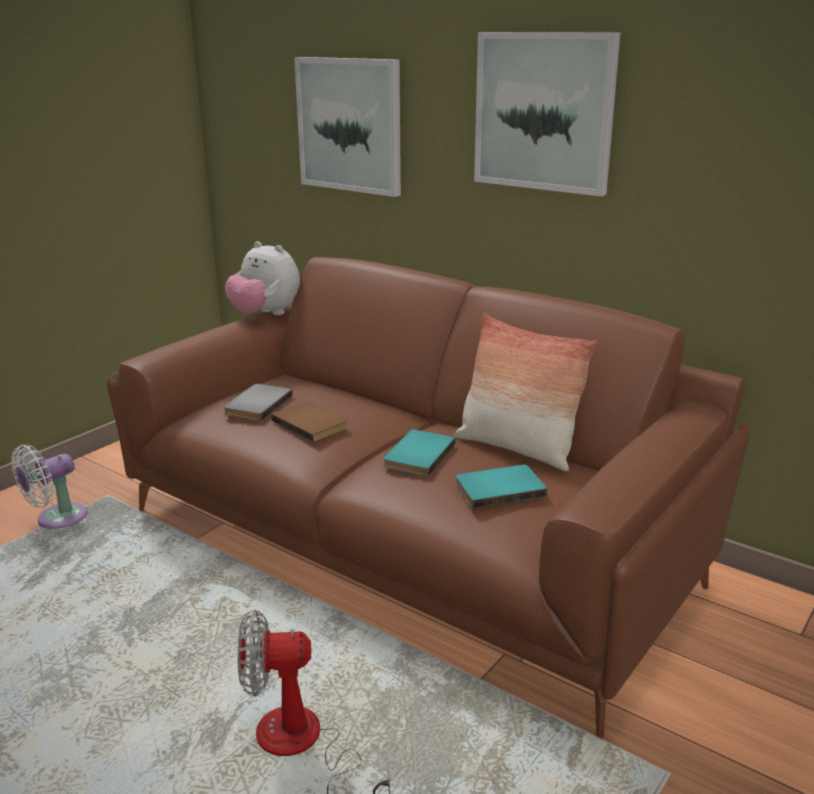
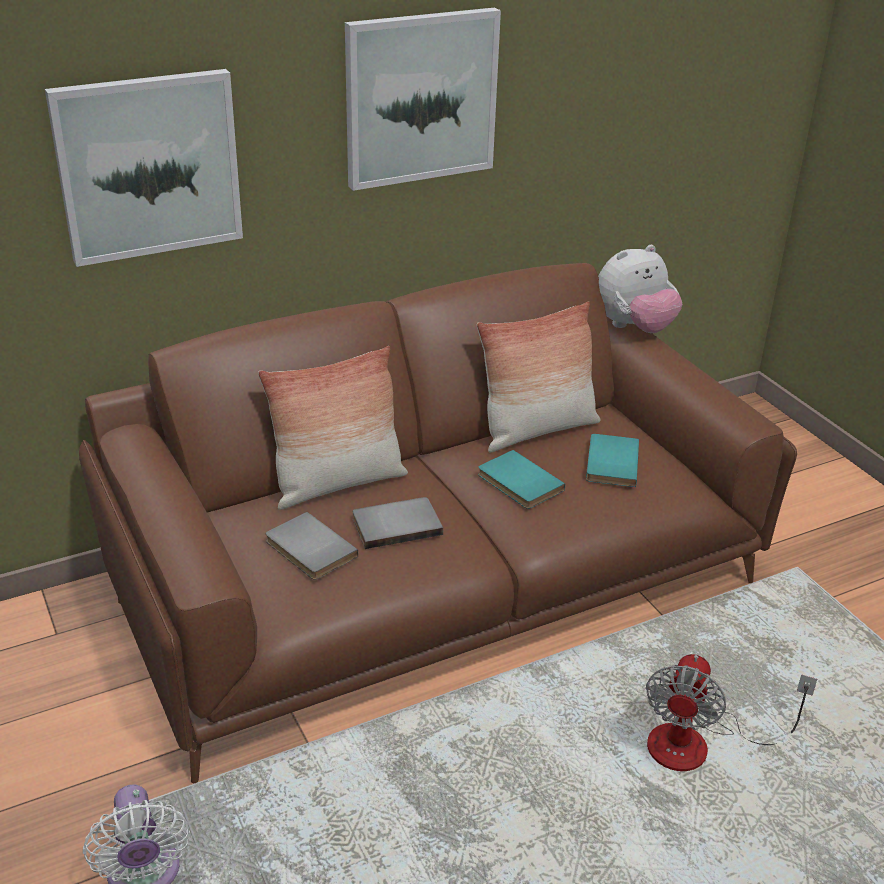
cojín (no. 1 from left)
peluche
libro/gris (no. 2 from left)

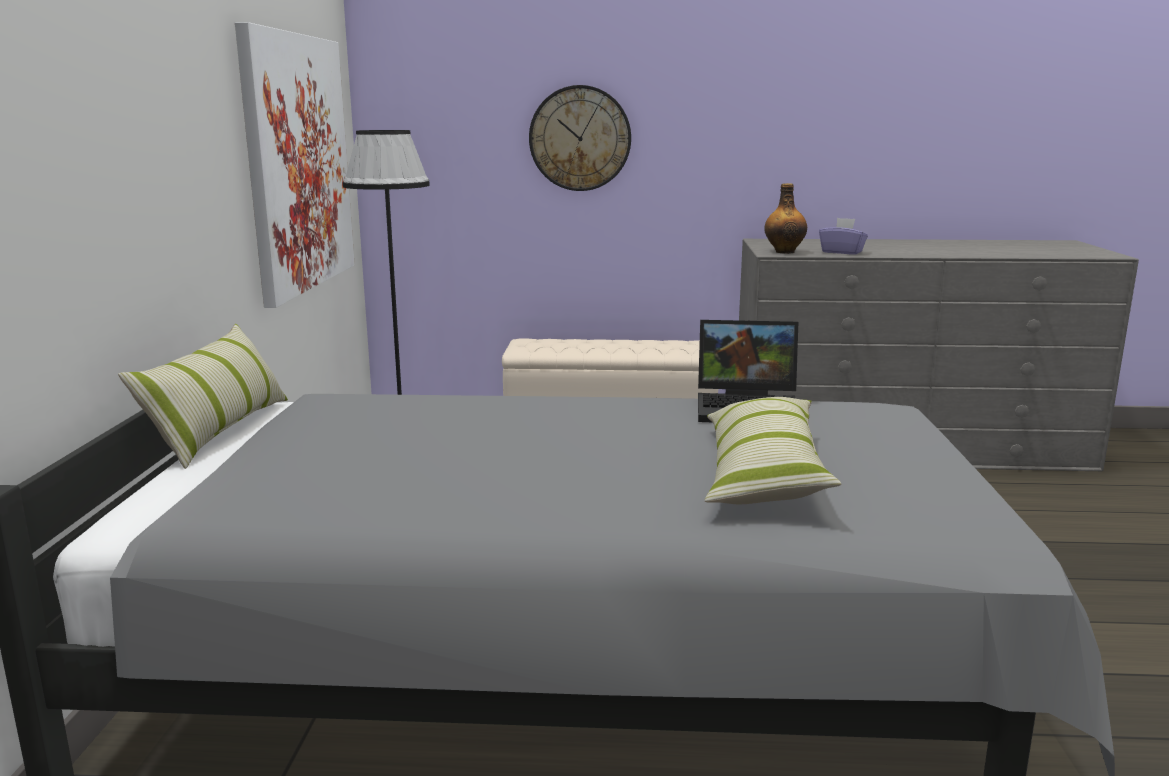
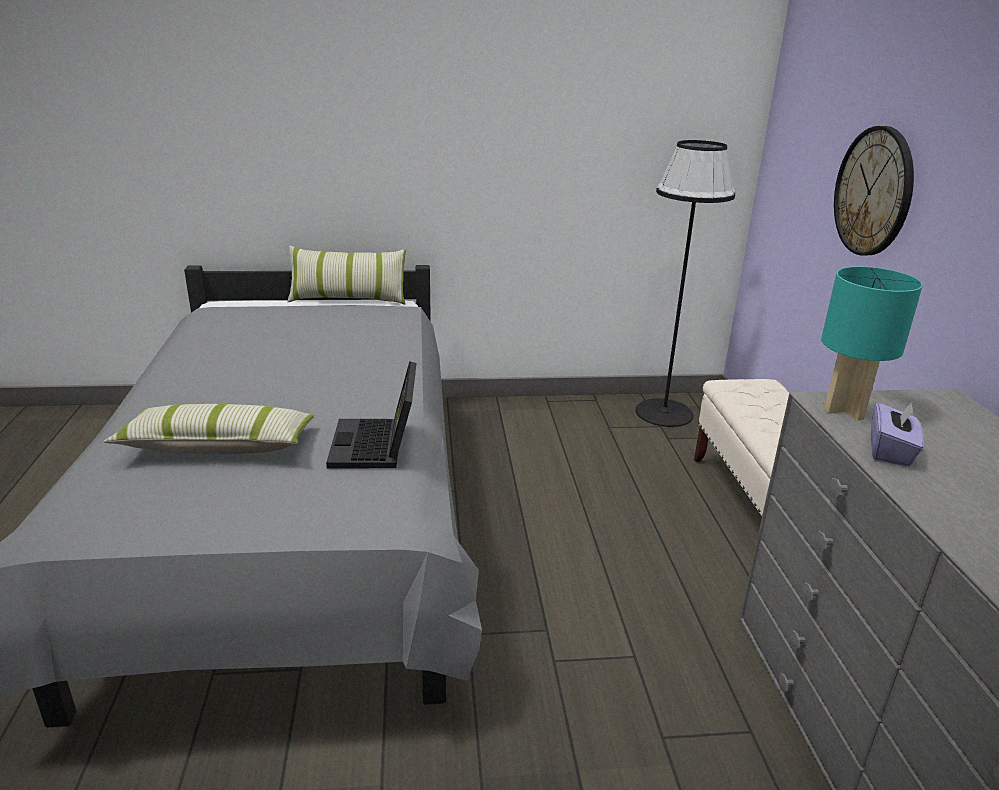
cuadro
lámpara de mesa/turquesa

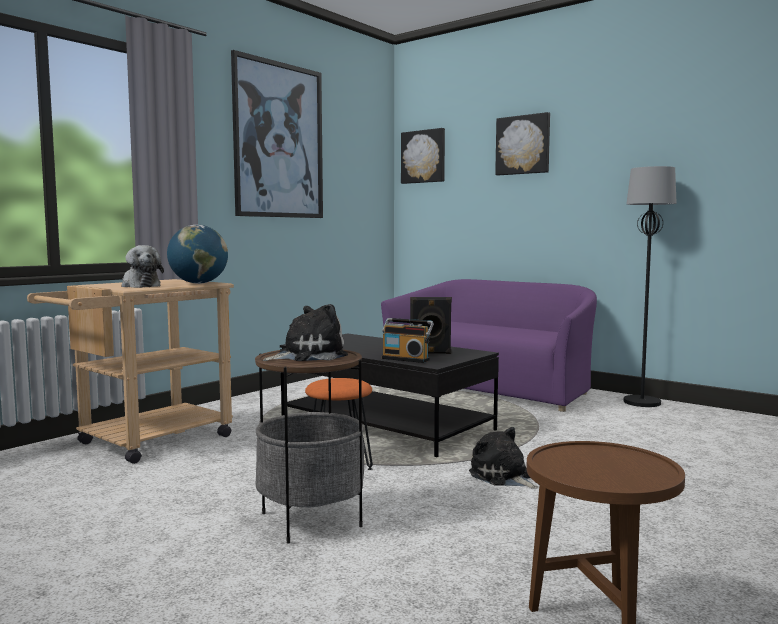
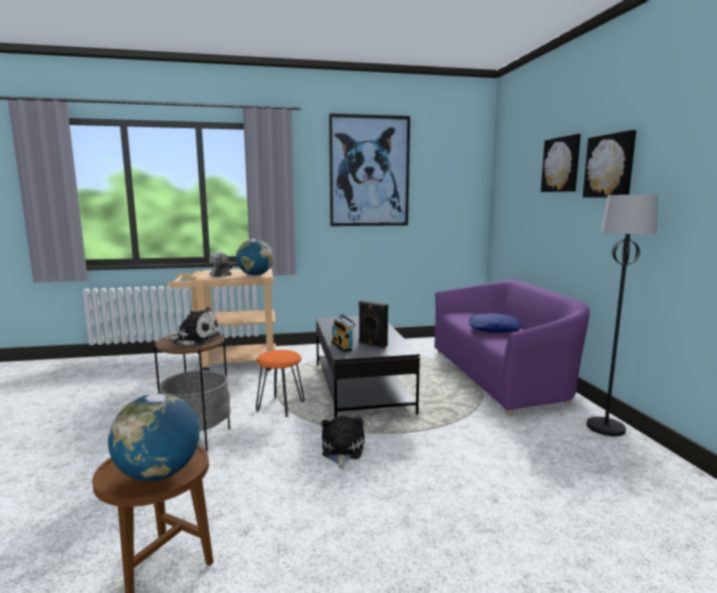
globo terráqueo (no. 1 from left)
cojín/azul
cuadro (no. 3 from left)

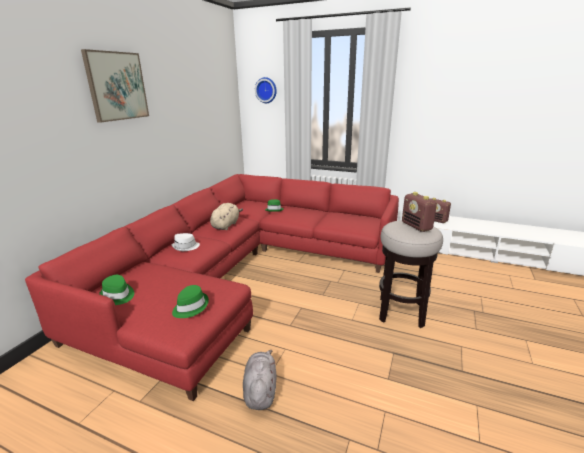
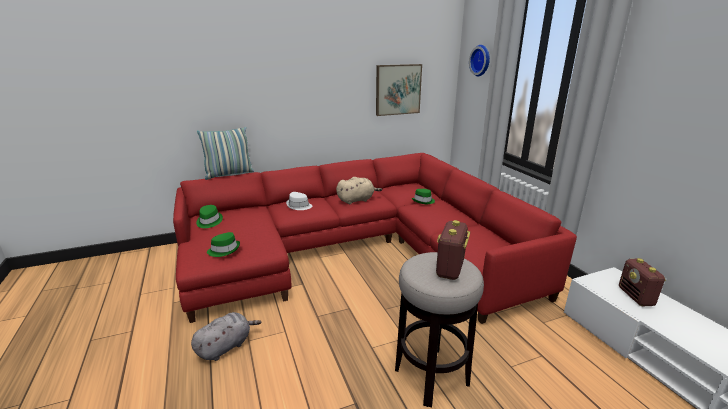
cojín
cuadro

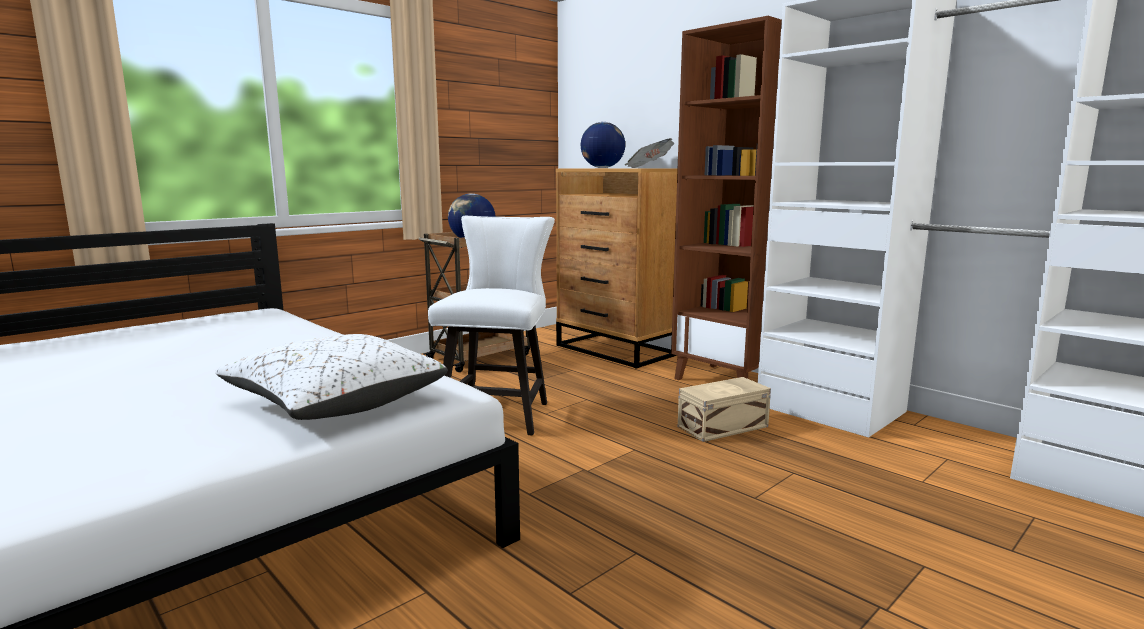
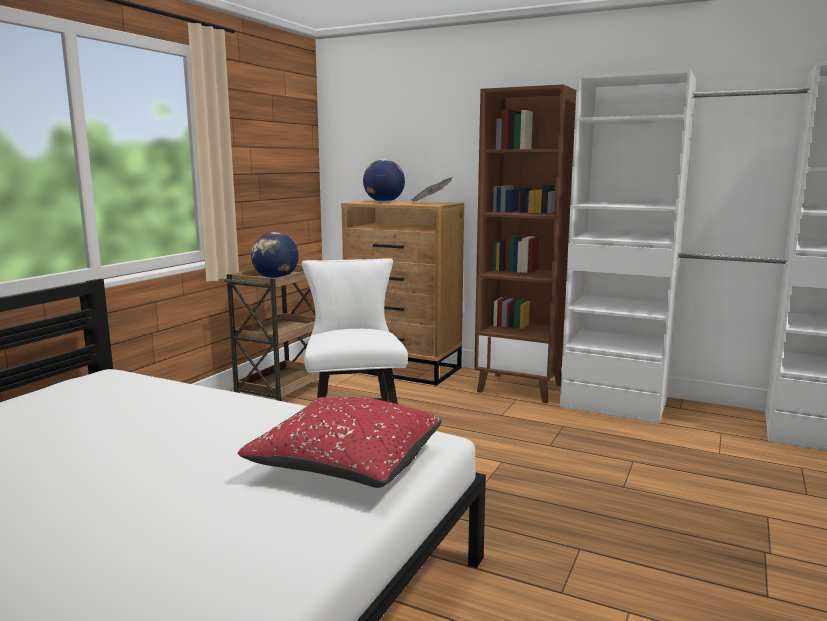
caja de almacenaje/beis
cojín/rojo

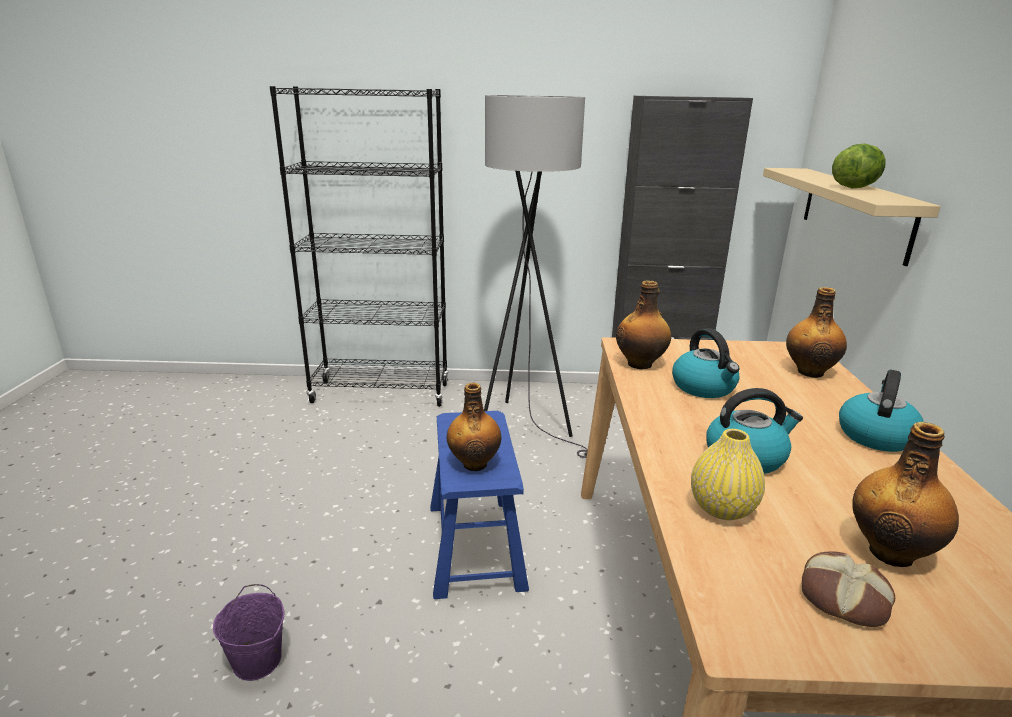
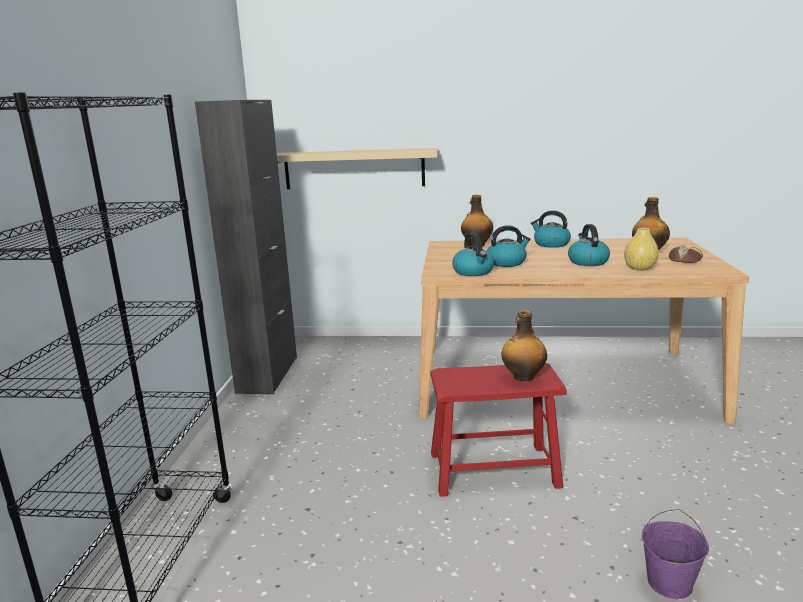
lámpara de pie/gris
lechuga
hervidor (no. 1 from left)
taburete/rojo

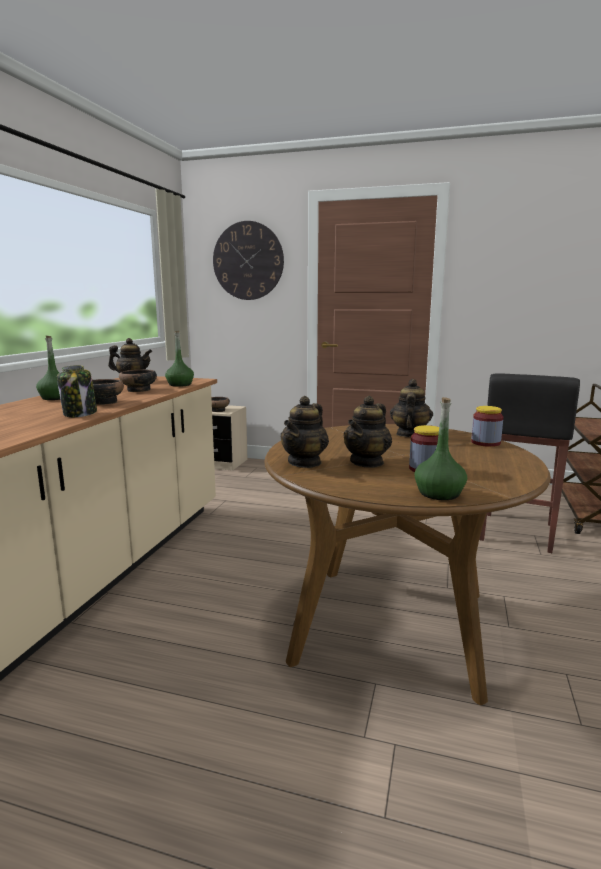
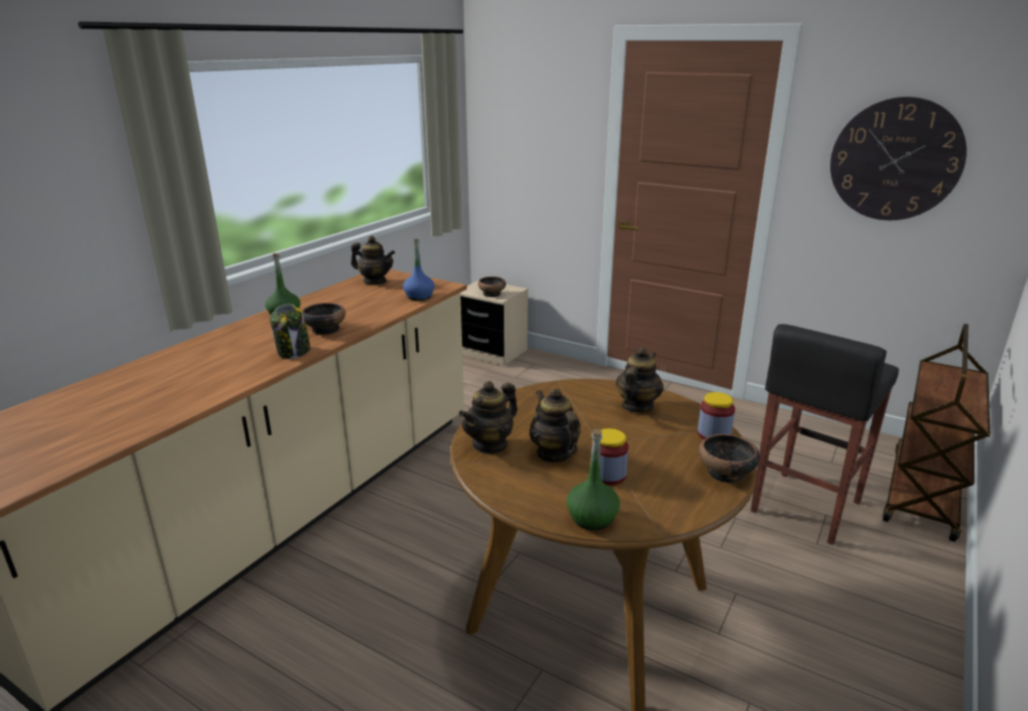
cuenco (no. 3 from left)
reloj de pared
botella/azul
tetera (no. 3 from left)

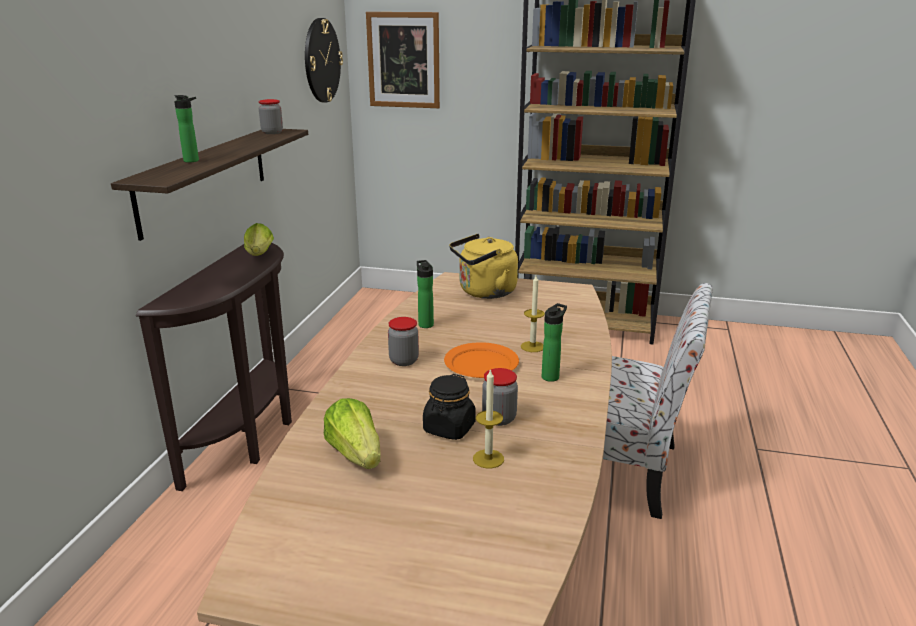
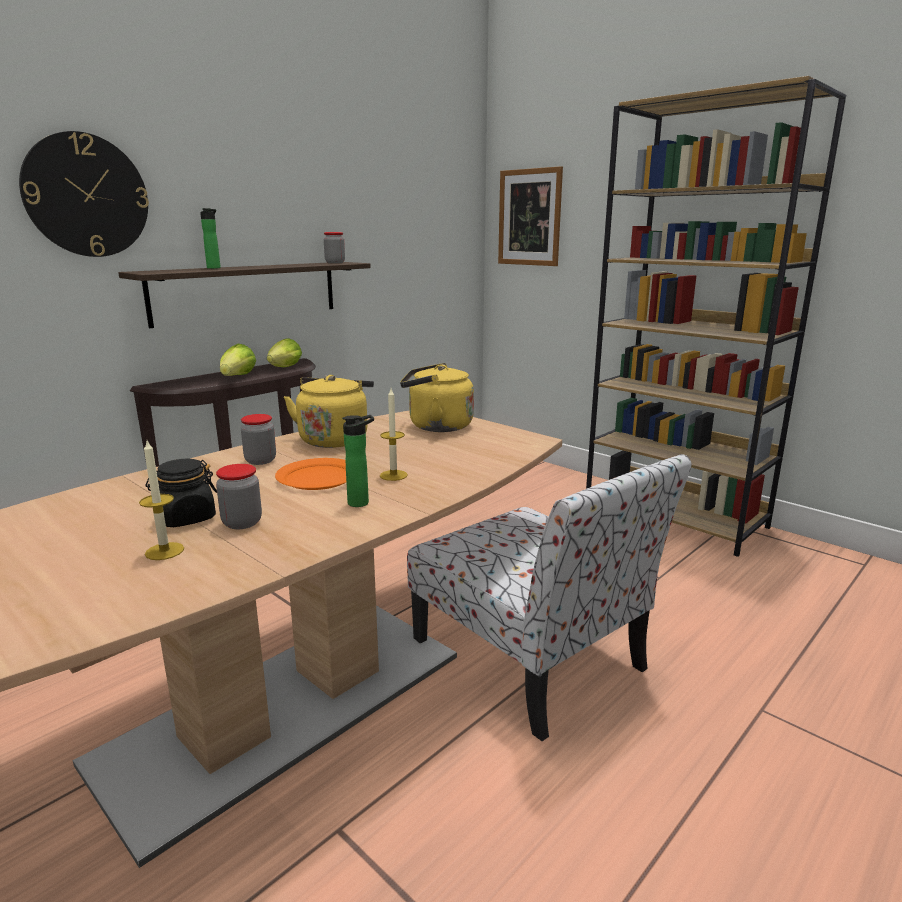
reloj de pared
lechuga (no. 1 from left)
hervidor/amarillo (no. 1 from left)

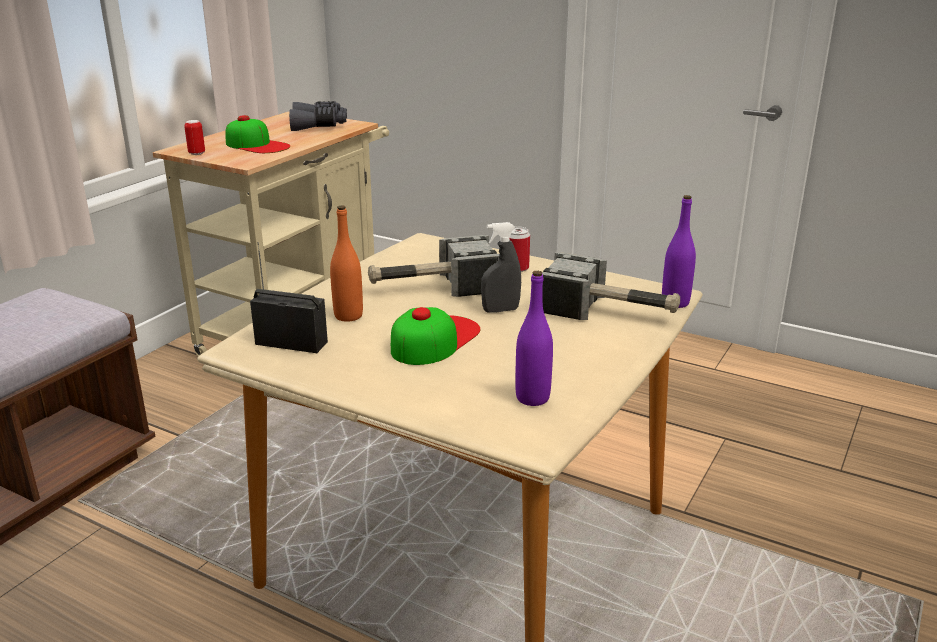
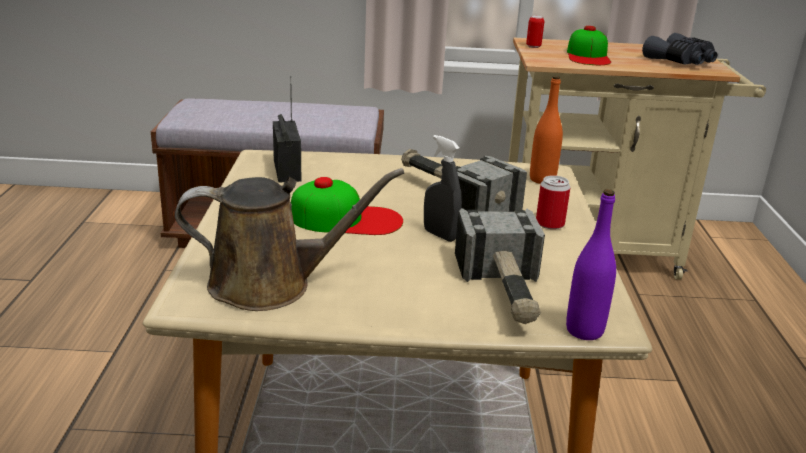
botella/naranja
regadera/marrón

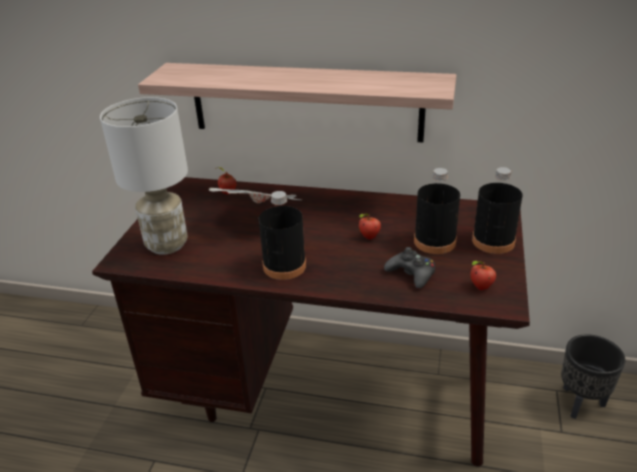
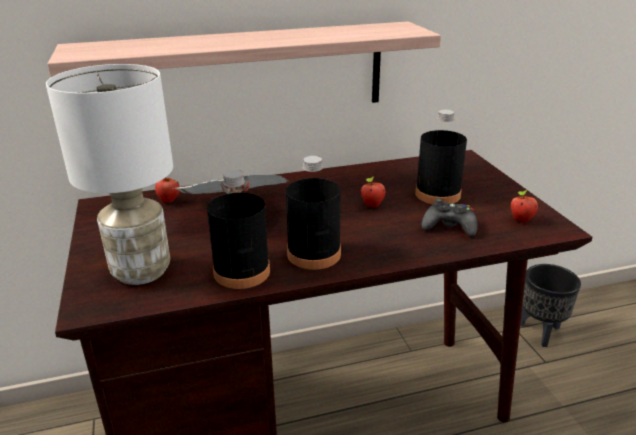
botella/negro (no. 1 from left)

